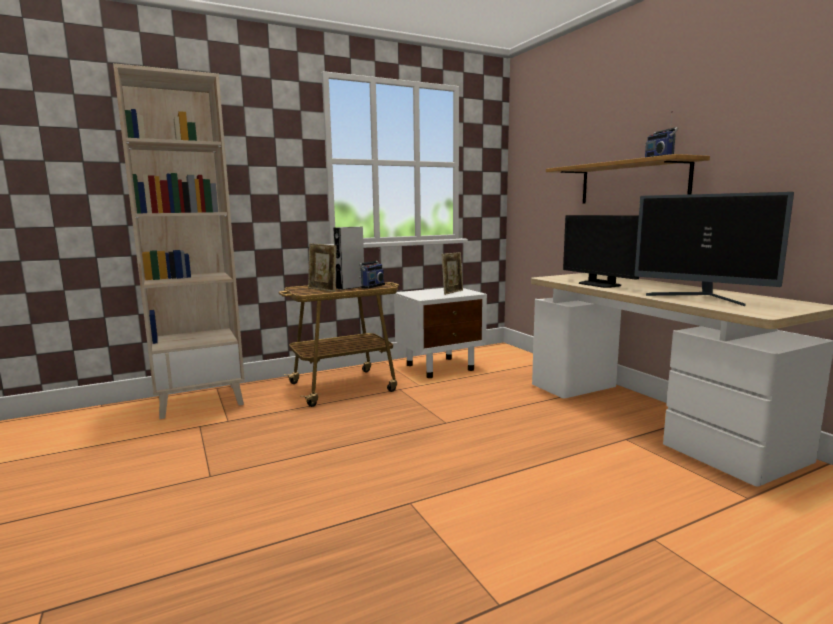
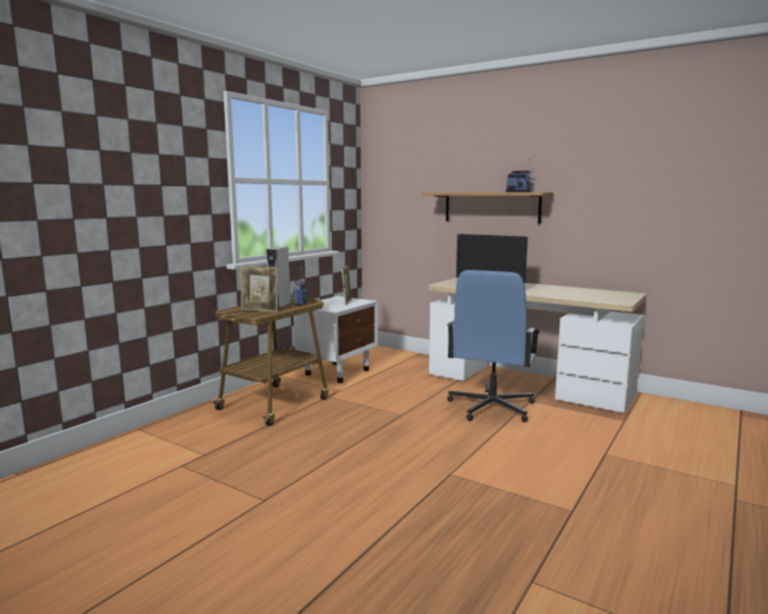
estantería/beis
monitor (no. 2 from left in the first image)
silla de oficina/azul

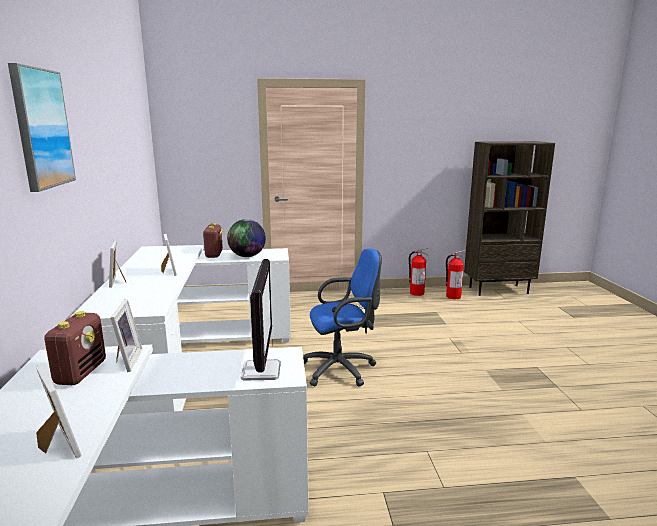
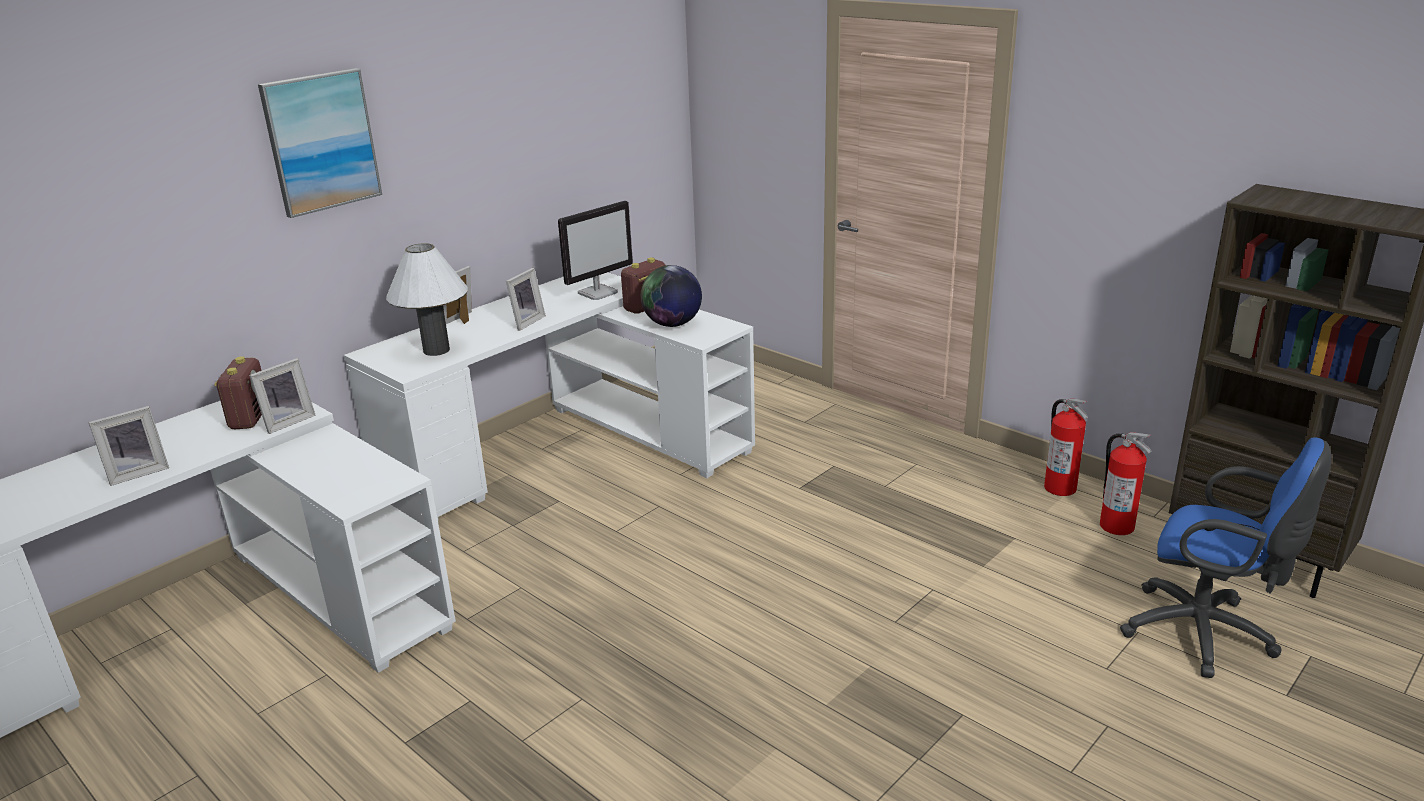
lámpara de mesa/blanco
monitor
silla de oficina/azul
portarretratos (no. 1 from left)
radio (no. 1 from left)

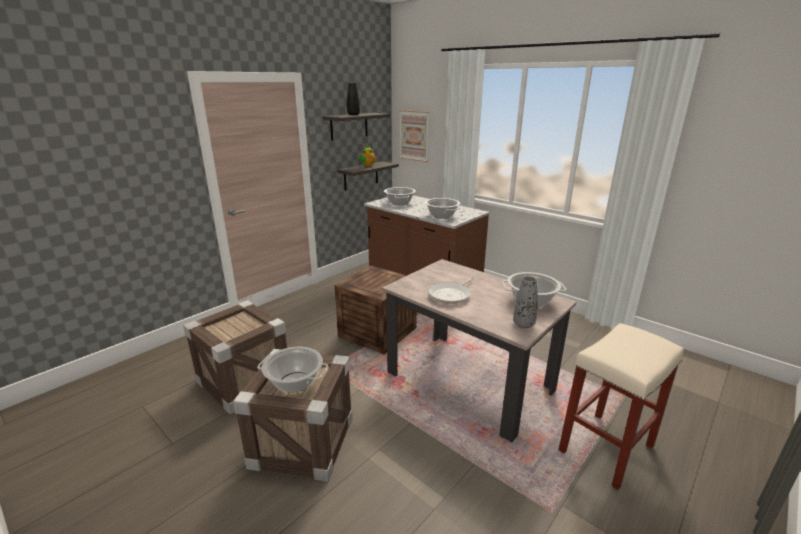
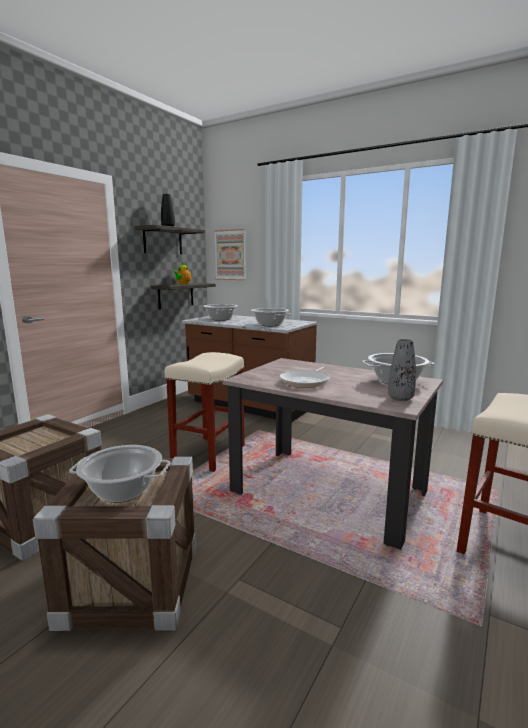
taburete/beis (no. 1 from left)

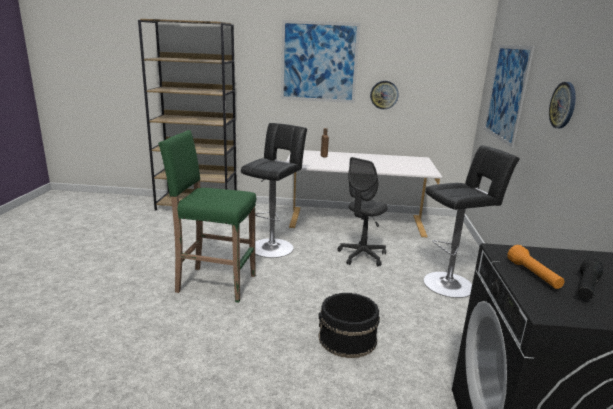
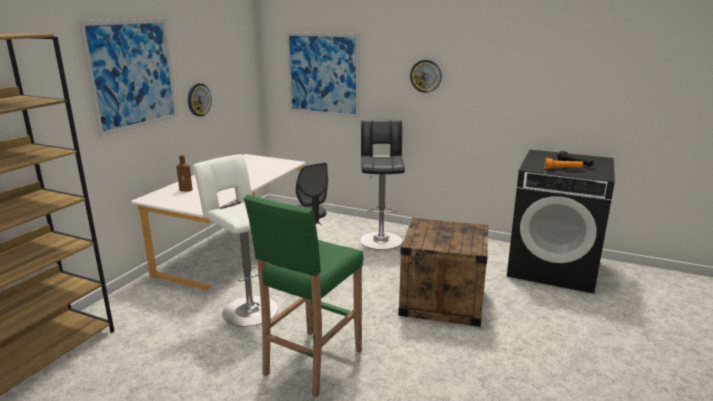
caja de embalaje
taburete/blanco

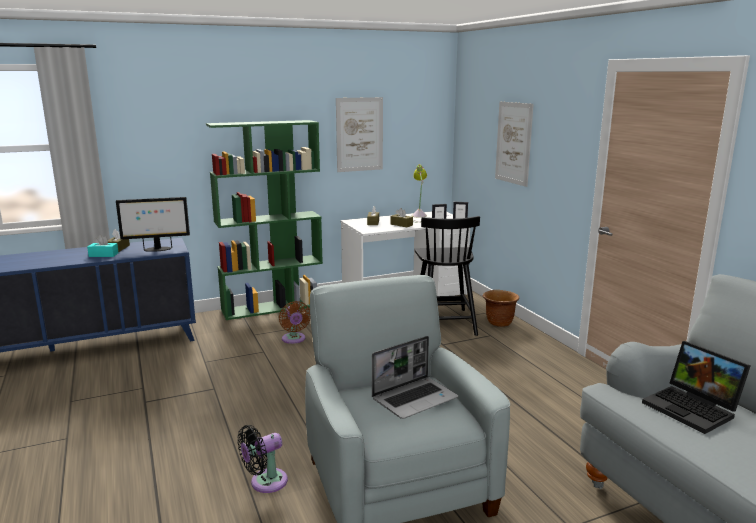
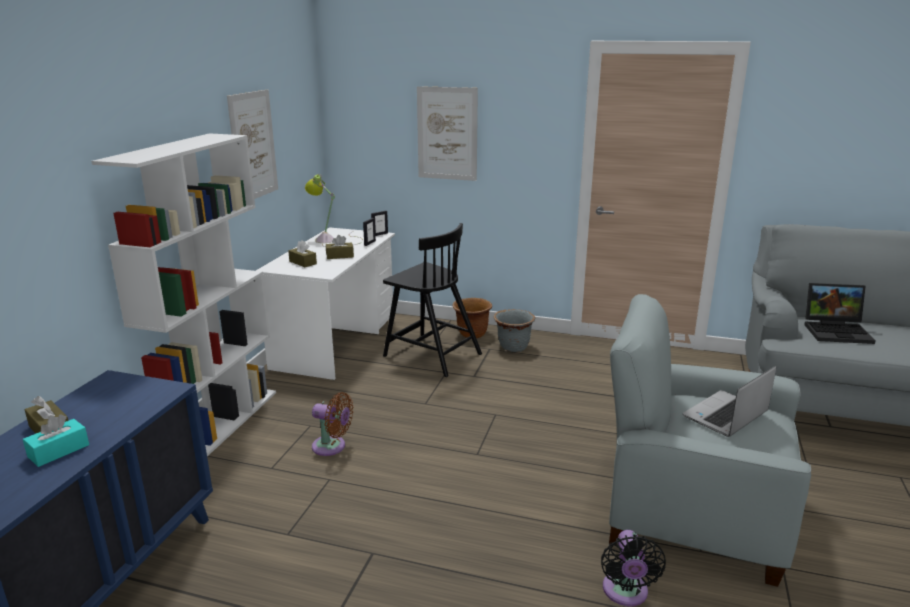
monitor
maceta/gris
estantería/blanco
portátil (no. 1 from left)

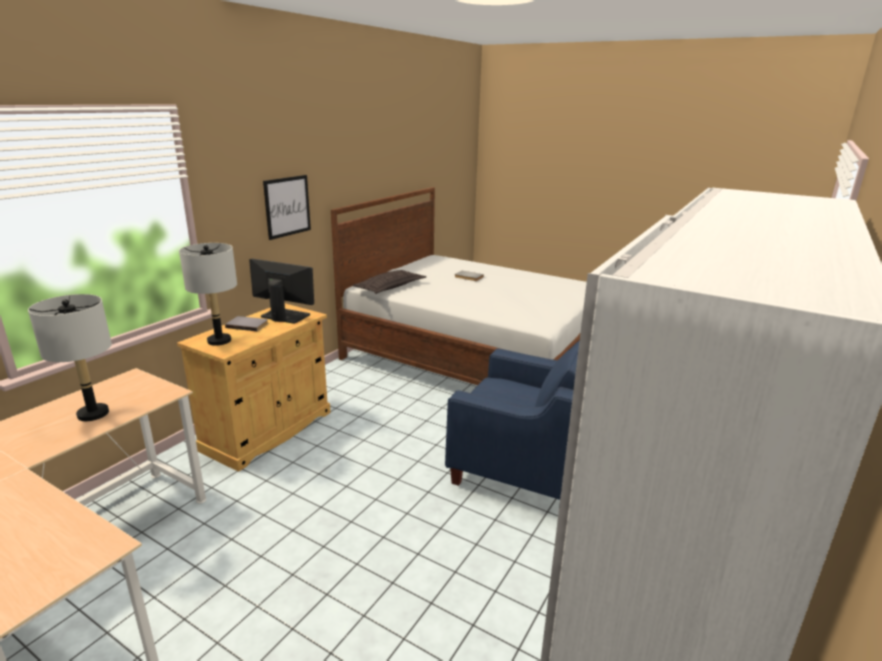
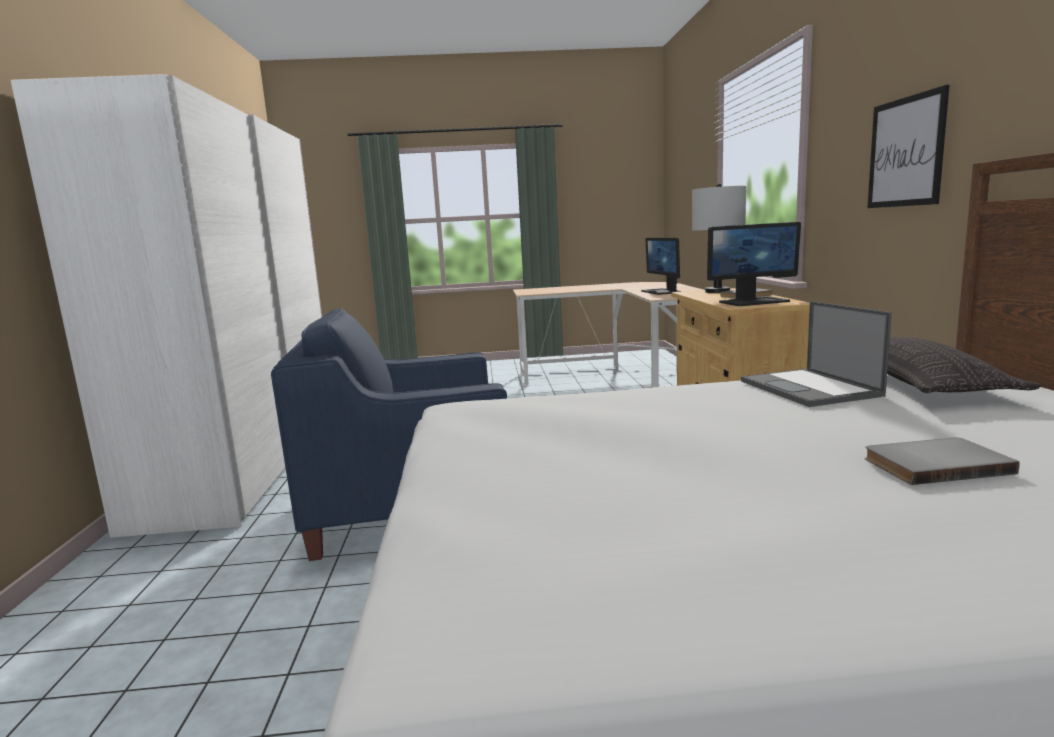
portátil
monitor (no. 1 from left)

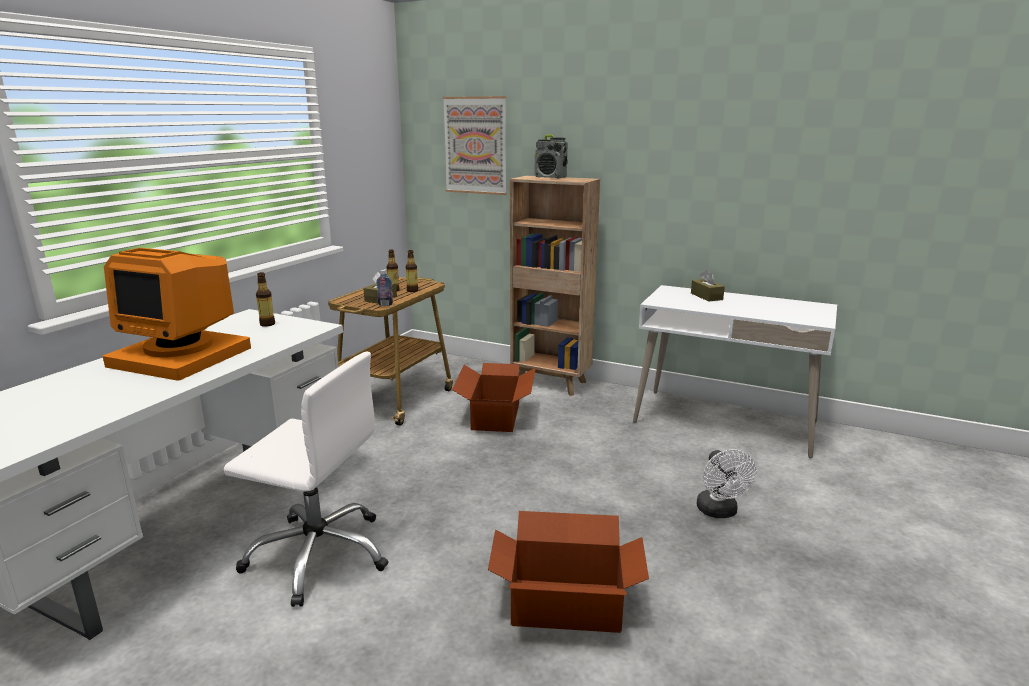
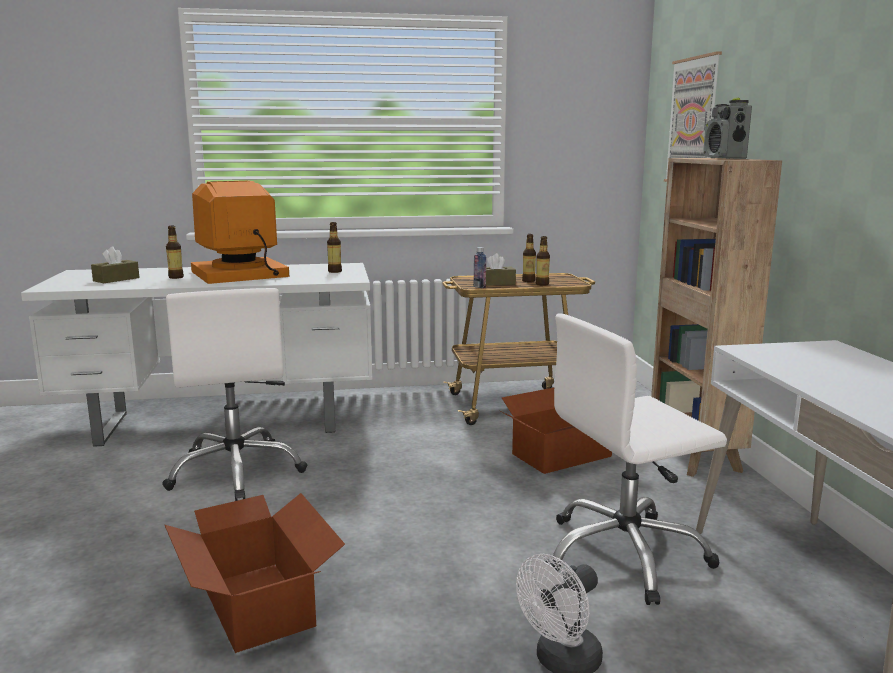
botella (no. 1 from left)
silla de oficina/blanco (no. 2 from left)
caja de pañuelos/marrón (no. 1 from left)
monitor

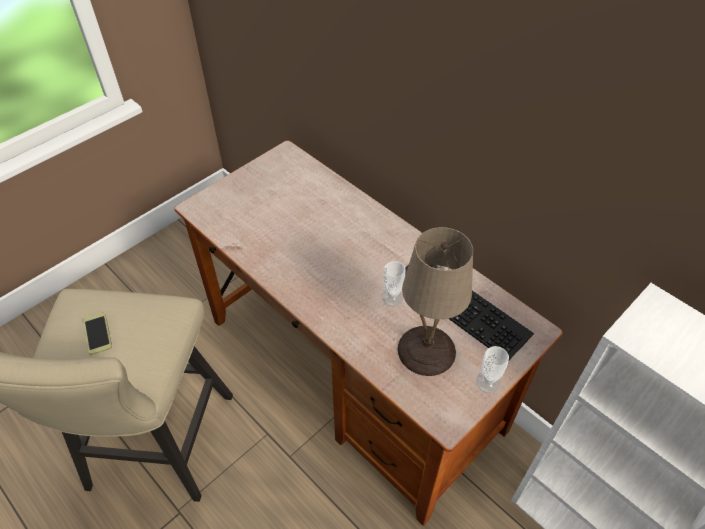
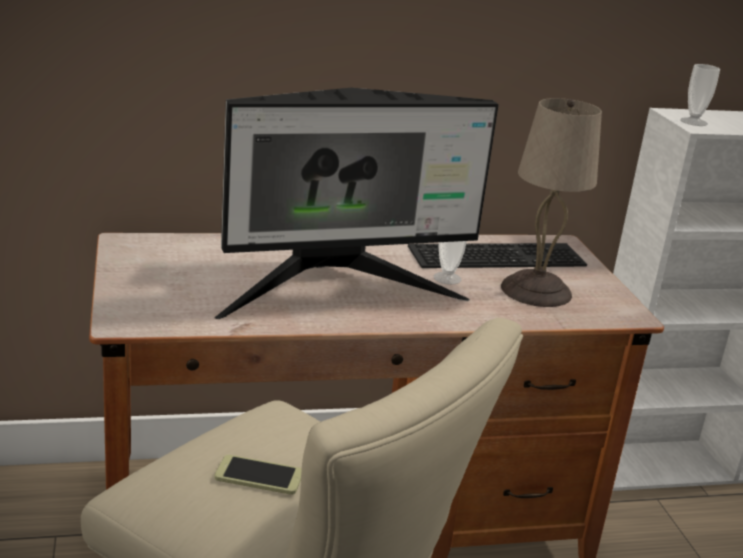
monitor
taza (no. 2 from left)

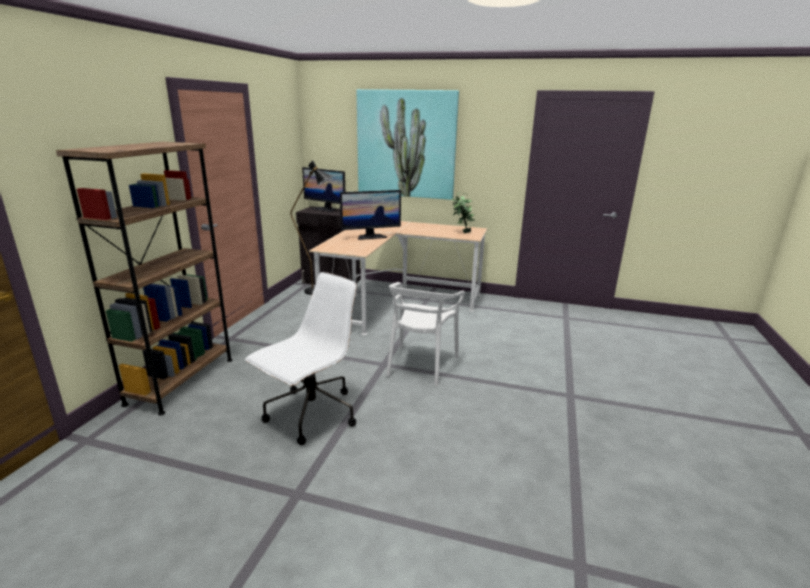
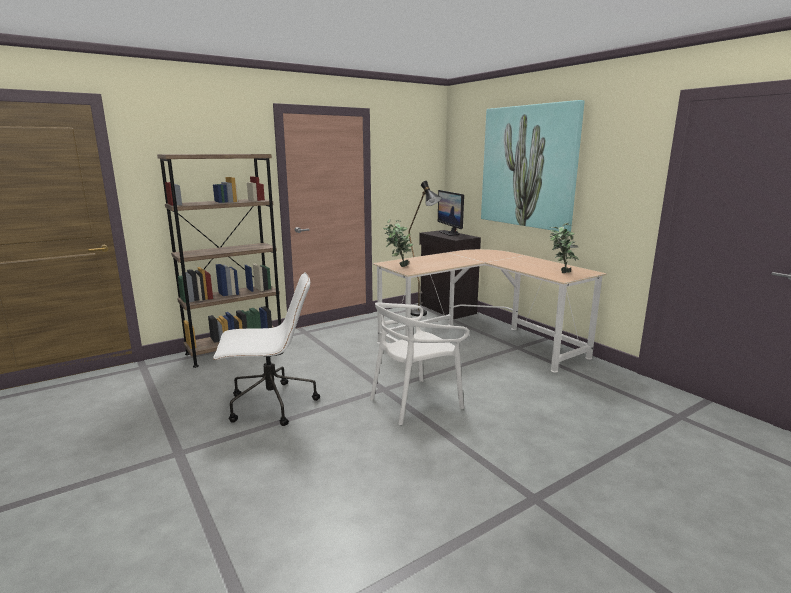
monitor (no. 2 from left in the first image)
planta en maceta (no. 1 from left)

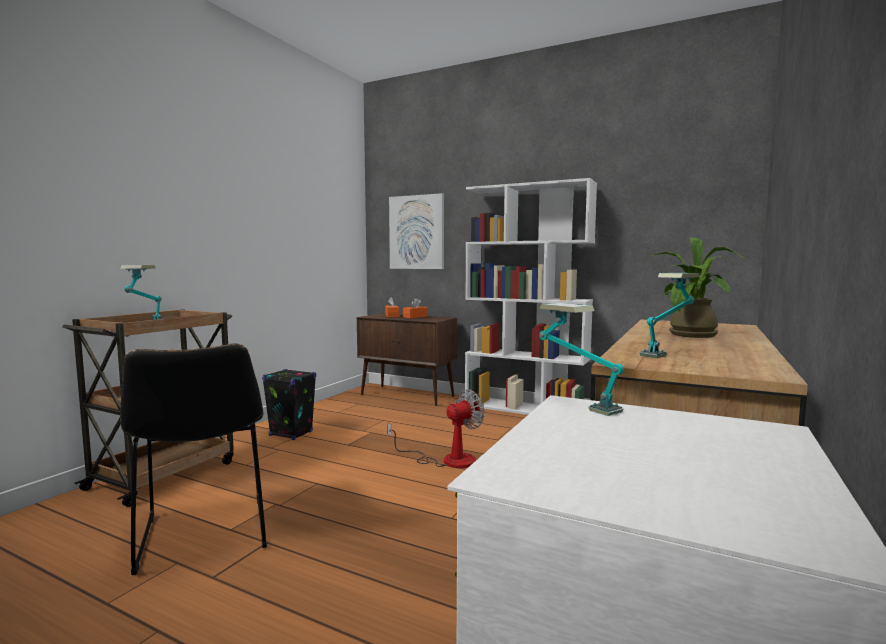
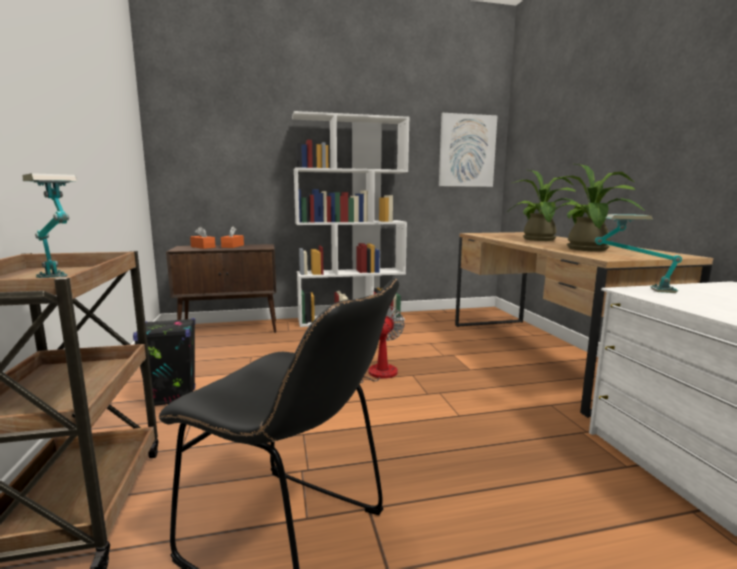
cuadro
planta en maceta (no. 2 from left)

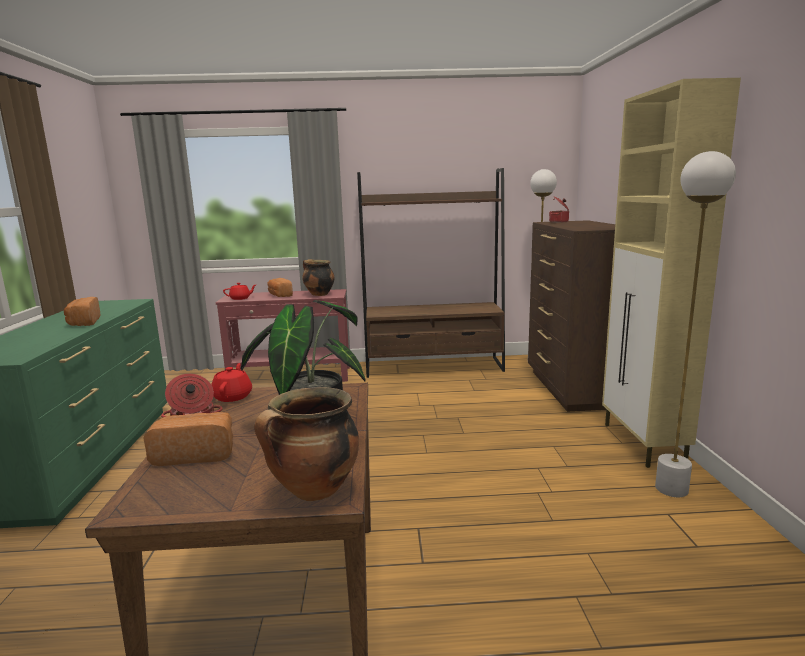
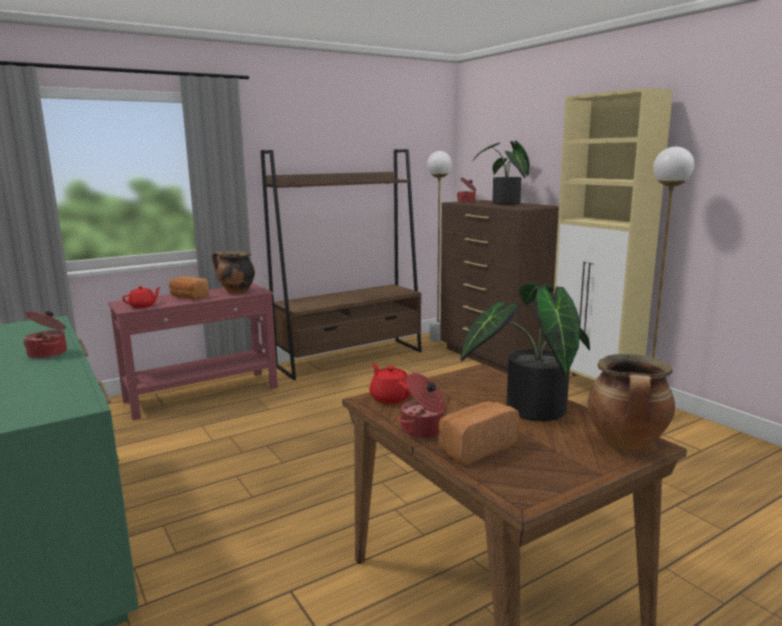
planta en maceta (no. 1 from left)
olla (no. 1 from left)

